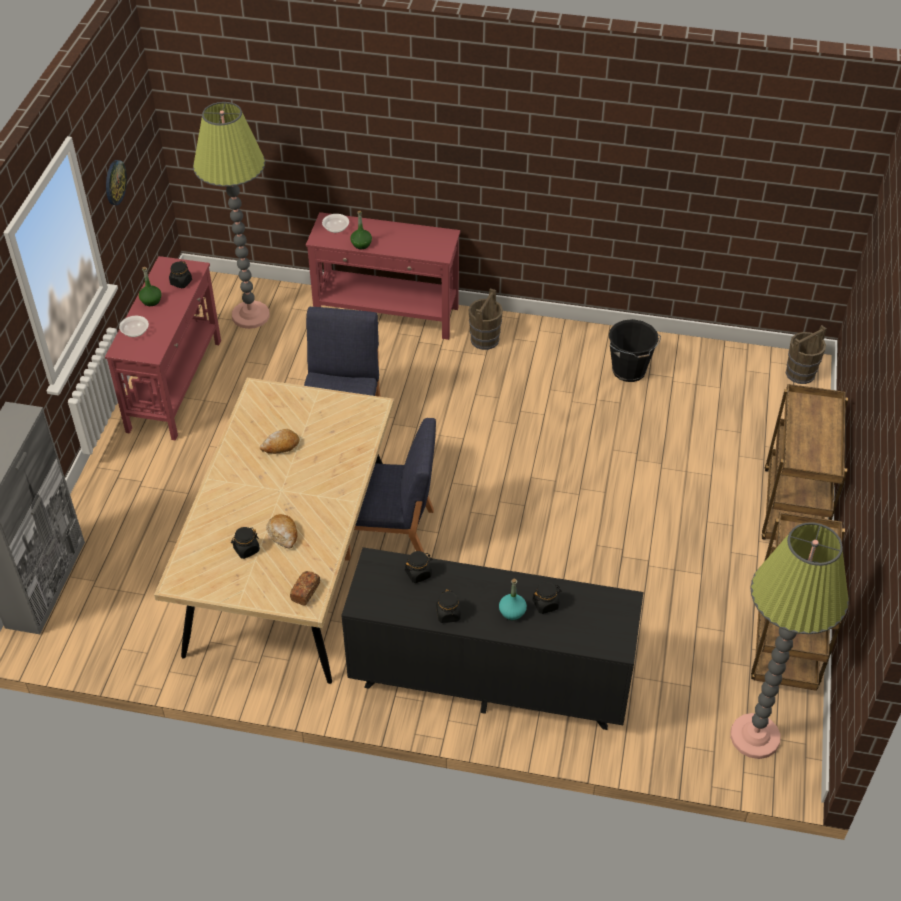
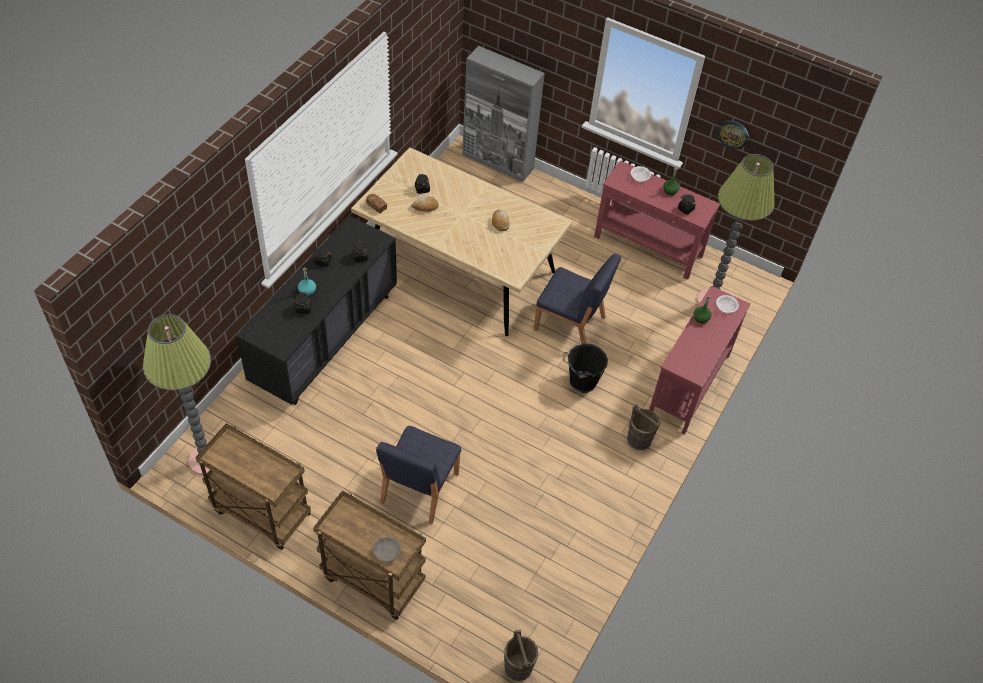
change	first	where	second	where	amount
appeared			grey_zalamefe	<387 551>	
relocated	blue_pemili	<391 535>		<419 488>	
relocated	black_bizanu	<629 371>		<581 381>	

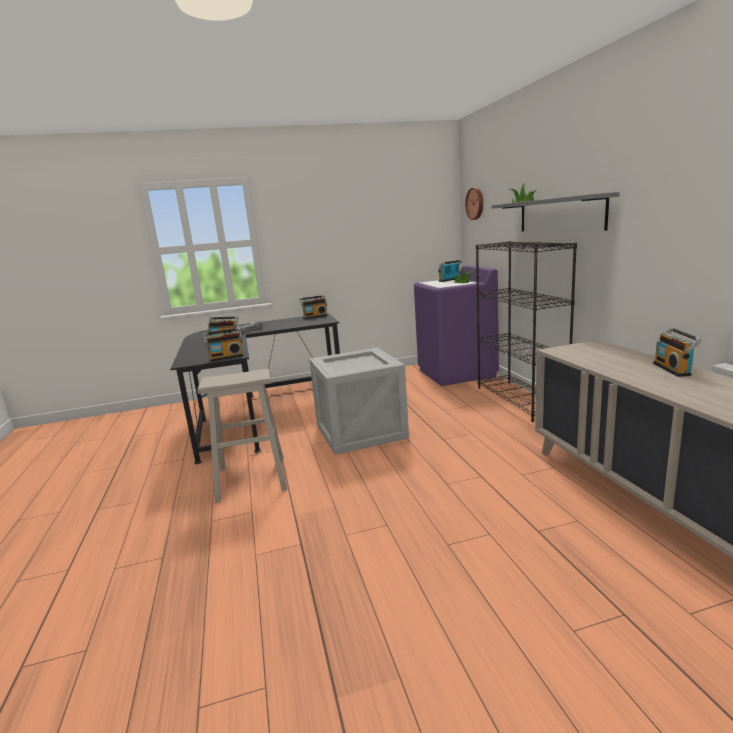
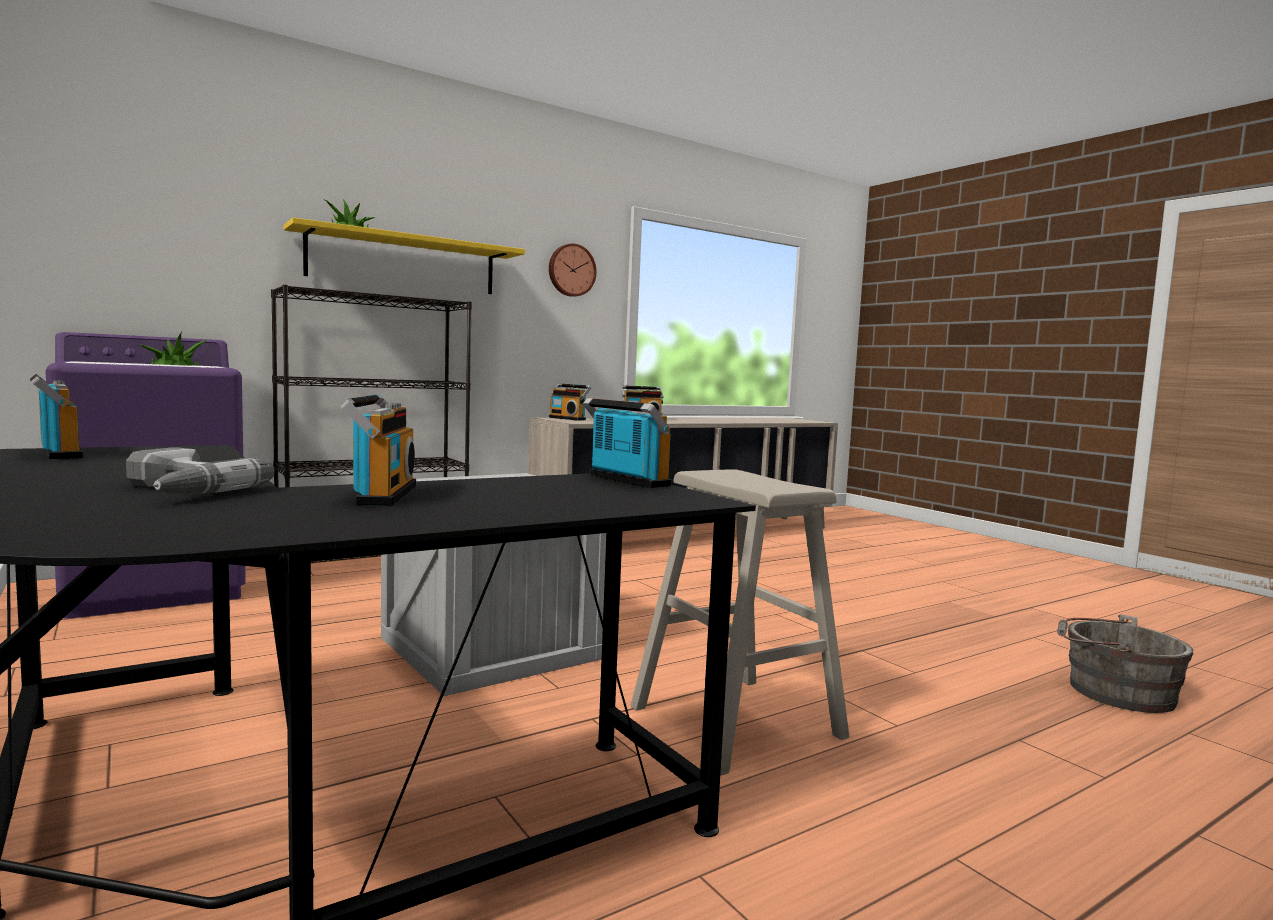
change	first	where	second	where	amount
colour	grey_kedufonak	<560 214>	yellow_kedufonak	<403 263>	
relocated	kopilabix	<475 203>		<571 270>	
relocated	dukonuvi	<450 280>		<568 418>	
appeared			grey_bizanu	<1114 691>	

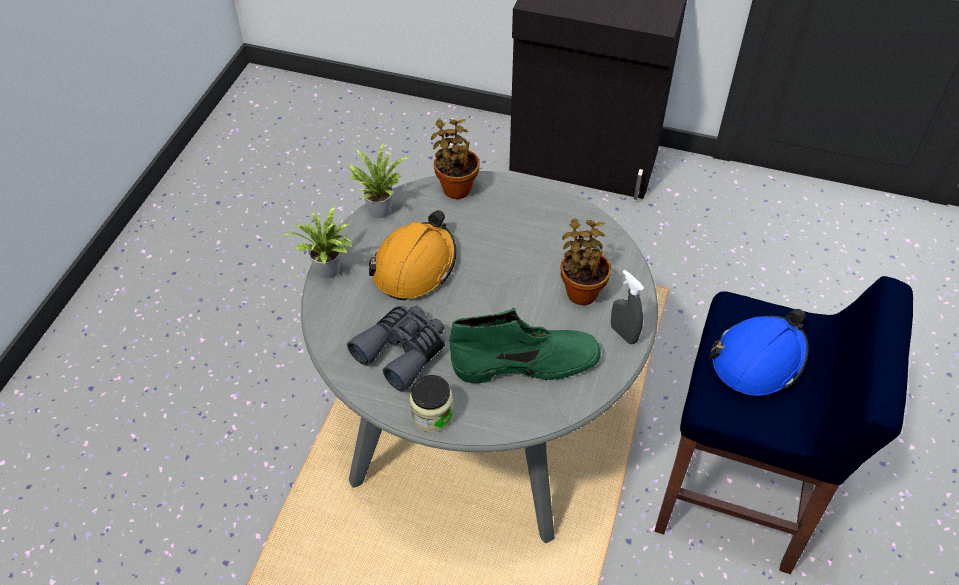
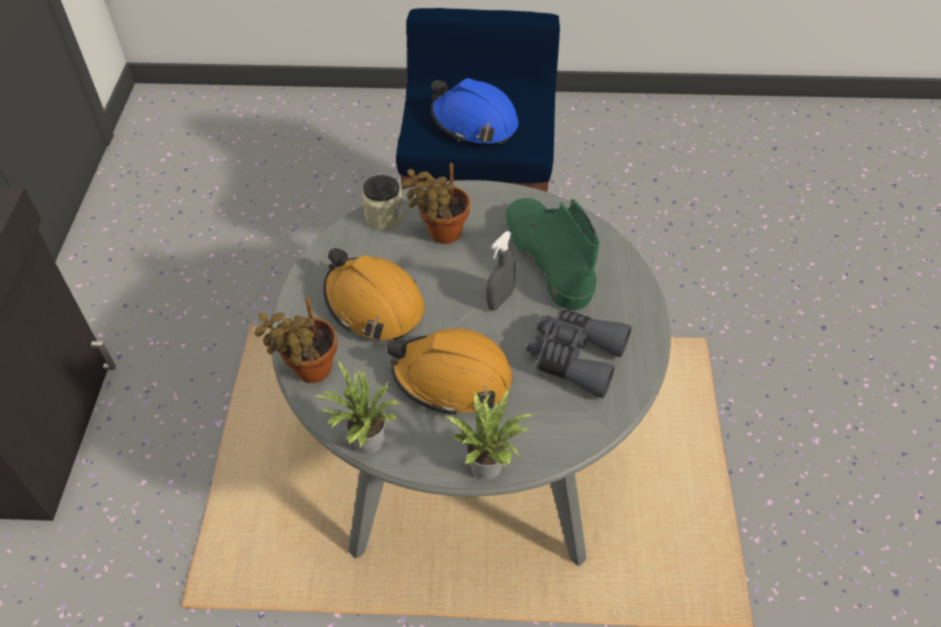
change	first	where	second	where	amount
appeared			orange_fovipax	<374 304>	
relocated	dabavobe	<432 415>		<384 216>	
relocated	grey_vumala	<623 334>		<500 300>	

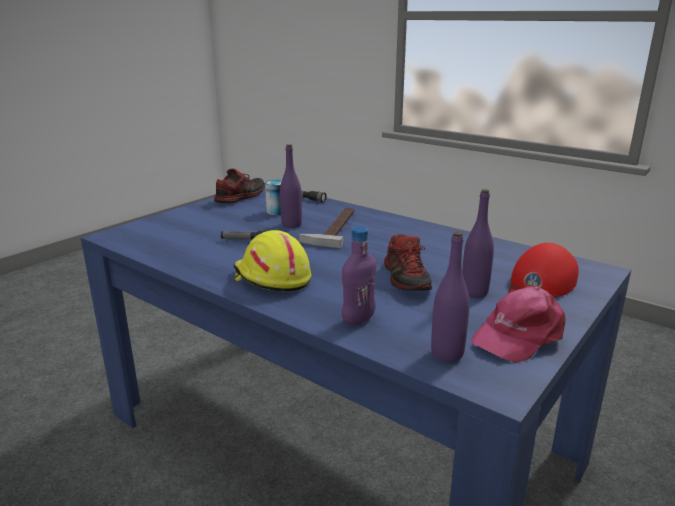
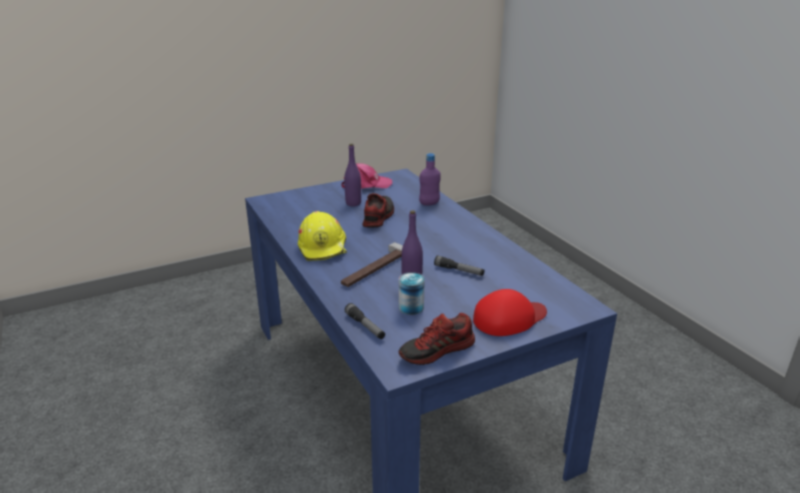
change	first	where	second	where	amount
relocated	yellow_fovipax	<271 278>		<323 247>	
relocated	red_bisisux	<540 284>		<509 318>	
missing	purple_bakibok	<447 354>			

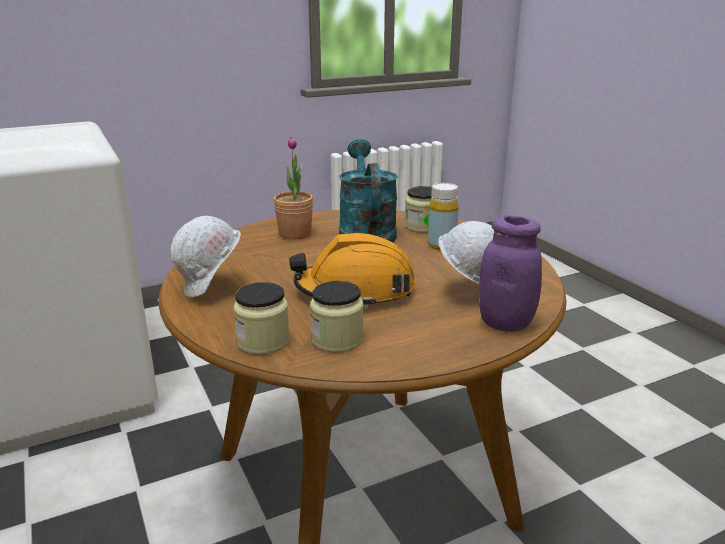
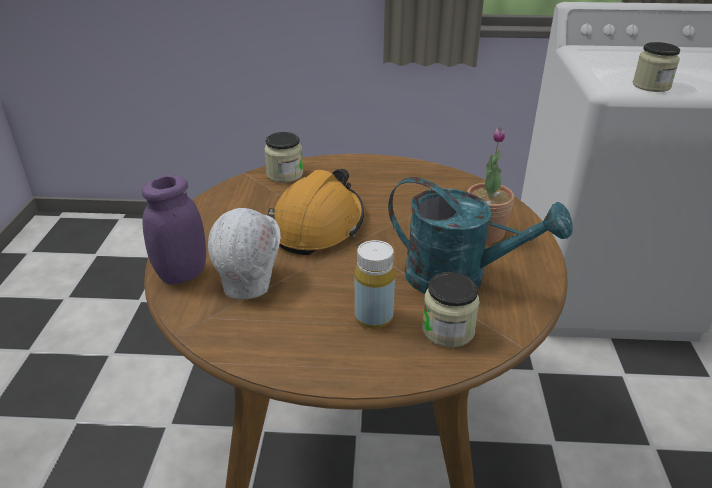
change	first	where	second	where	amount
relocated	dabavobe	<337 340>		<651 86>	
missing	white_fovipax	<212 289>			

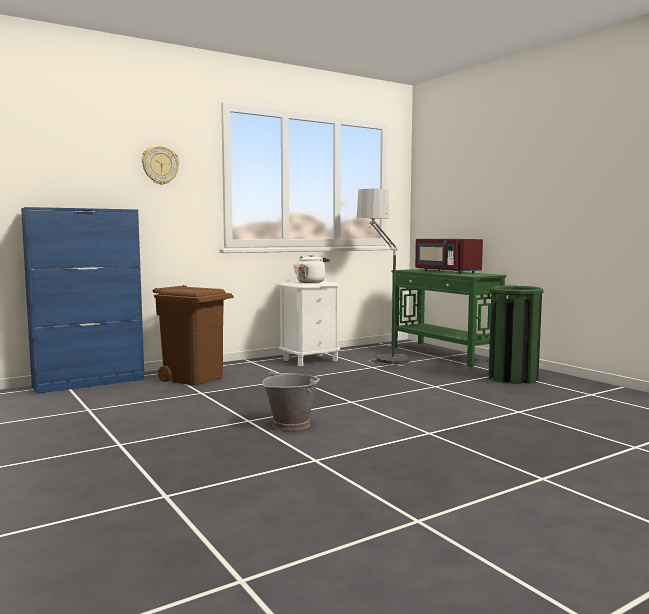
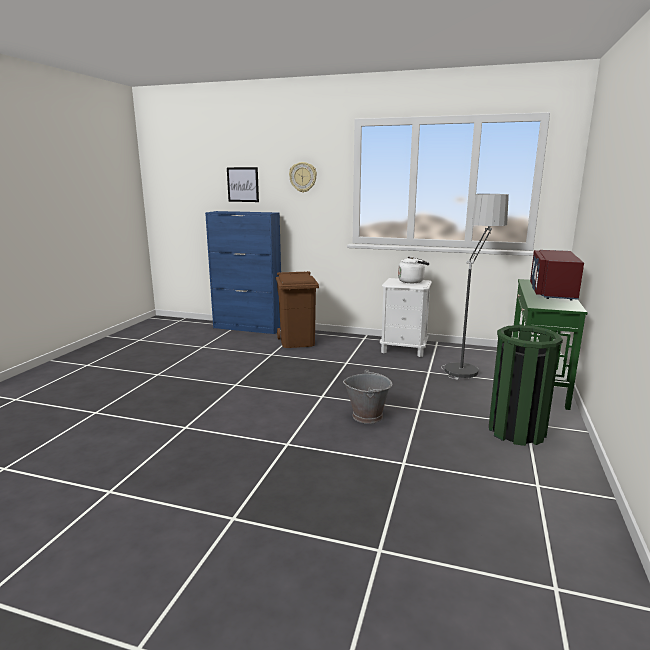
change	first	where	second	where	amount
appeared			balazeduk	<243 184>	
relocated	grey_bizanu	<291 424>		<367 416>	

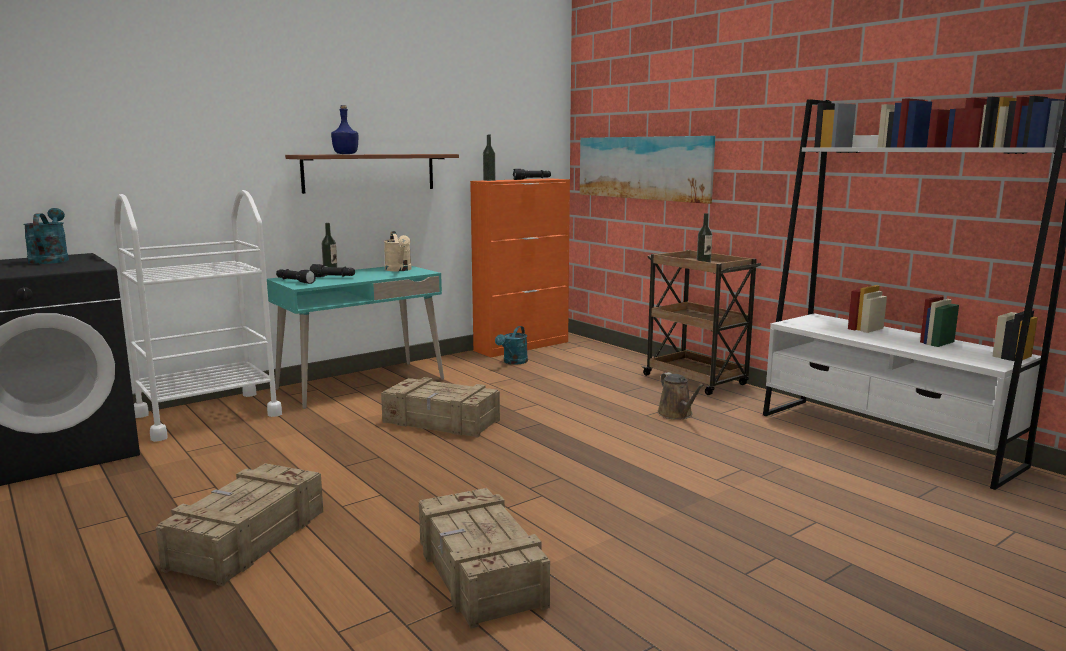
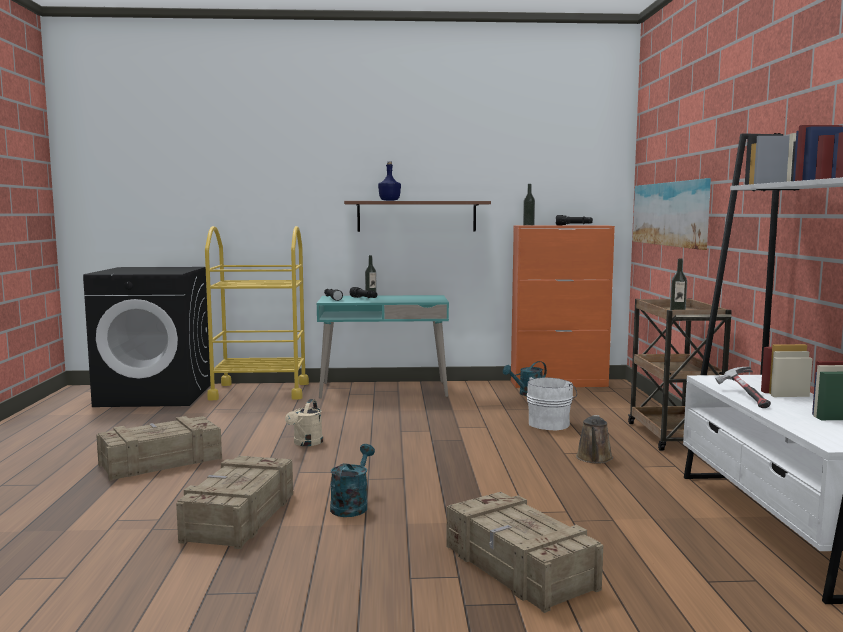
change	first	where	second	where	amount
colour	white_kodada	<208 415>	yellow_kodada	<260 391>	
relocated	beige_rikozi	<399 270>		<306 443>	
relocated	turquoise_rikozi	<50 260>		<351 505>	
relocated	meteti	<441 422>		<519 568>	
appeared			white_bizanu	<550 423>	
appeared			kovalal	<744 397>	

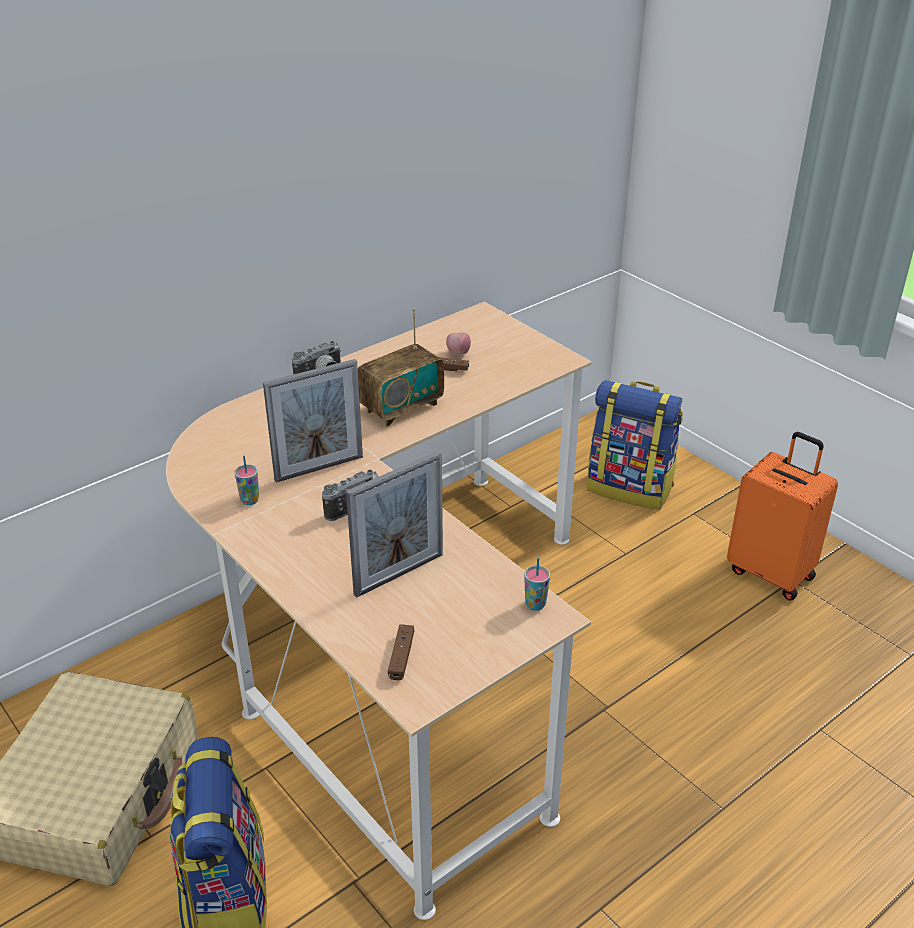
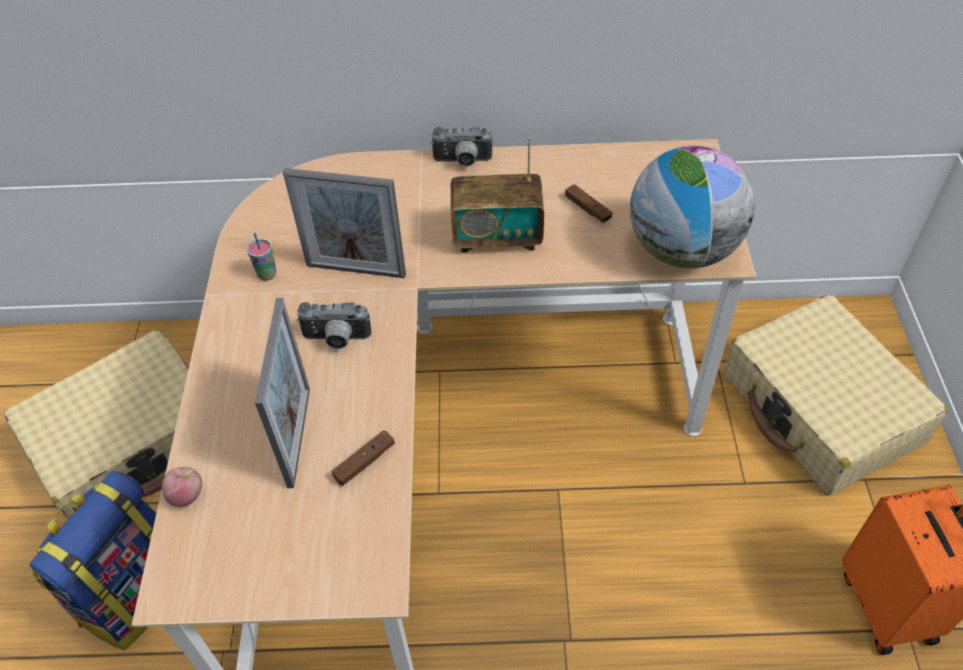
change	first	where	second	where	amount
relocated	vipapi	<458 353>		<187 495>	
spun	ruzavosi	<399 574>		<299 436>	90 degrees counterclockwise
relocated	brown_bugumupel	<401 657>		<364 462>	
appeared			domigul	<682 250>	
exchanged	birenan	<630 488>	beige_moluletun	<821 409>	
missing	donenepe	<535 604>			

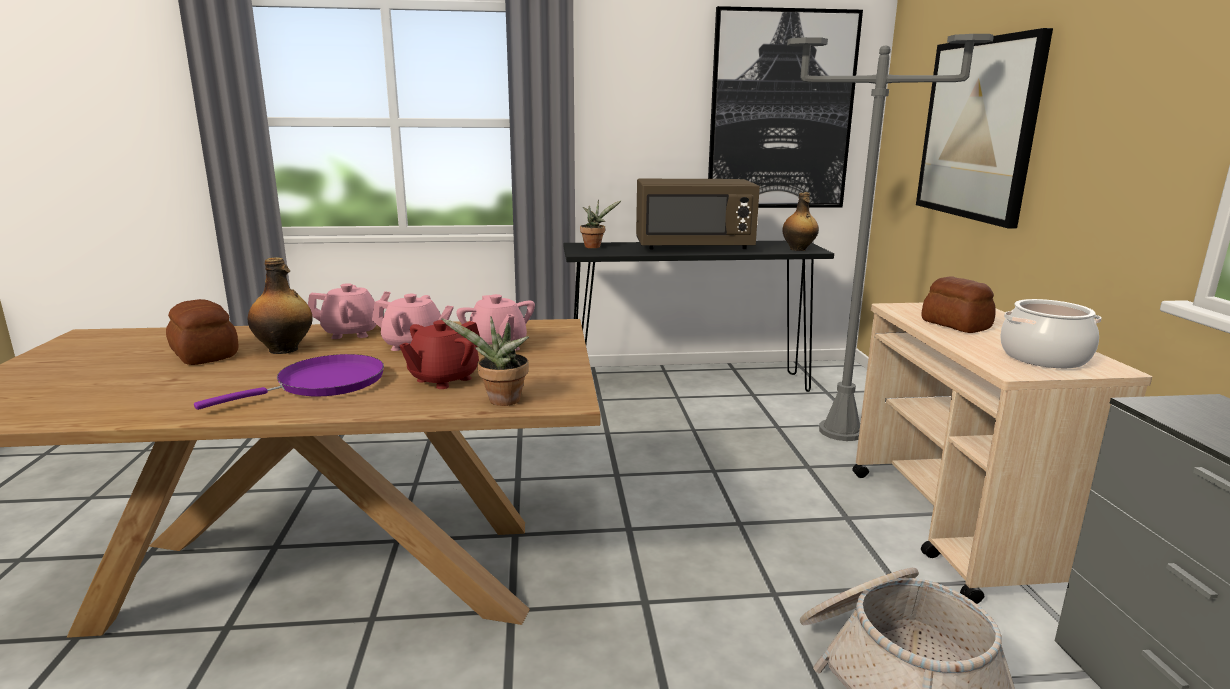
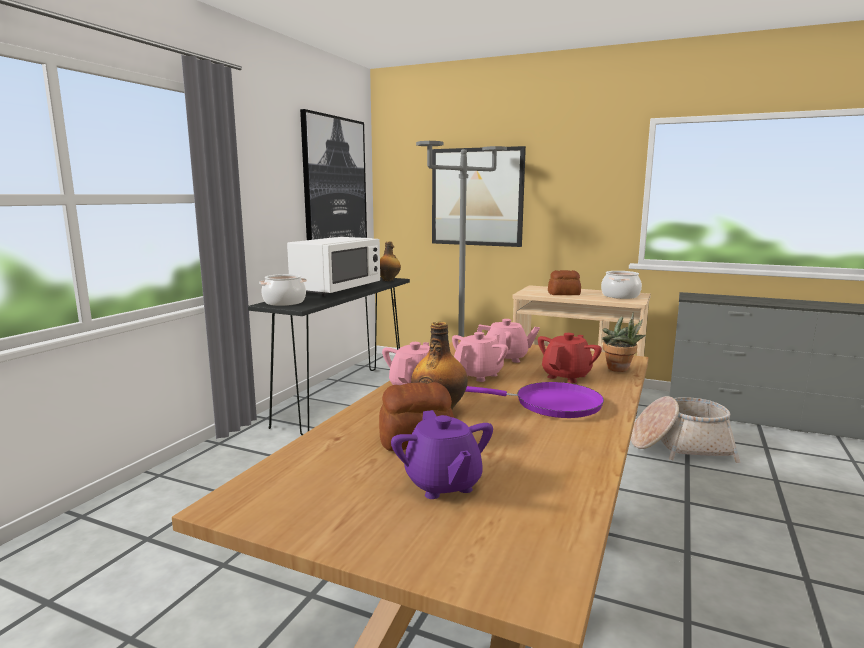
change	first	where	second	where	amount
exchanged	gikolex	<594 246>	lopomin	<284 302>	
colour	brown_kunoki	<694 246>	white_kunoki	<337 290>	
appeared			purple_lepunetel	<442 484>	
spun	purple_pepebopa	<324 384>		<551 404>	120 degrees clockwise
spun	red_lepunetel	<443 379>		<567 376>	120 degrees counterclockwise

